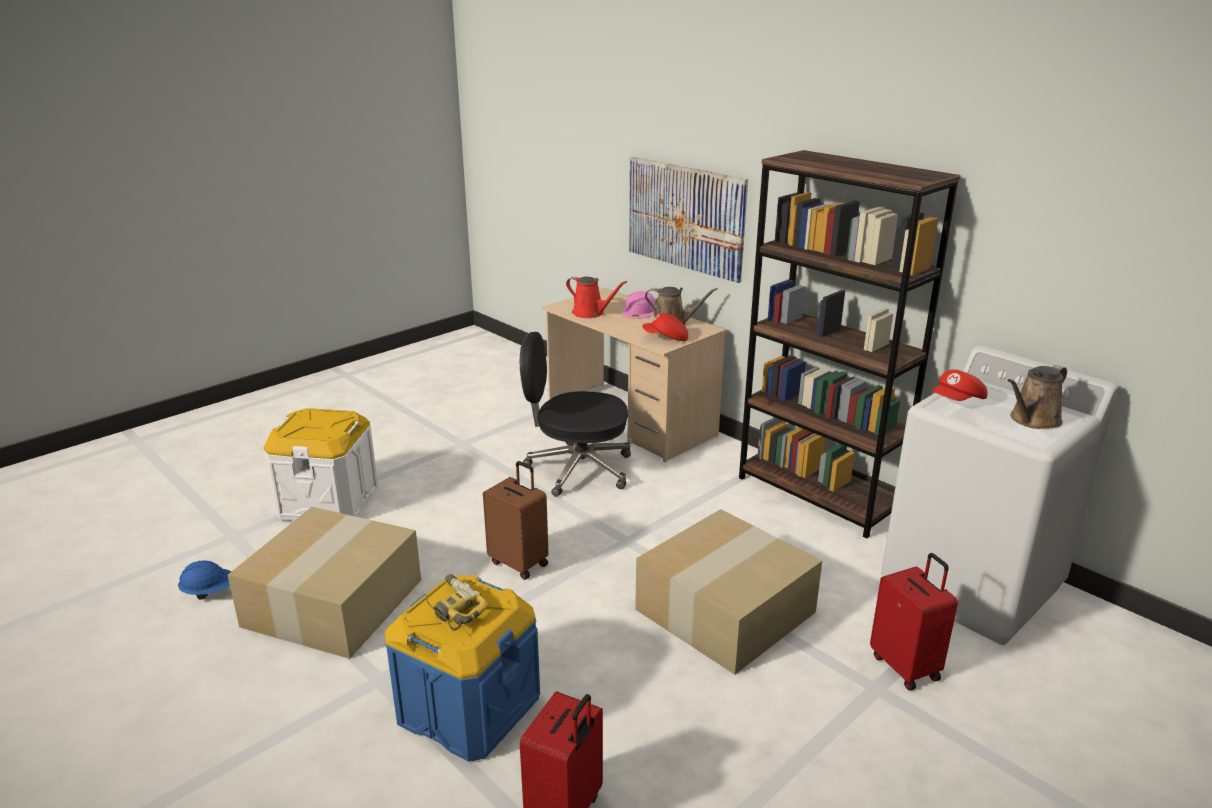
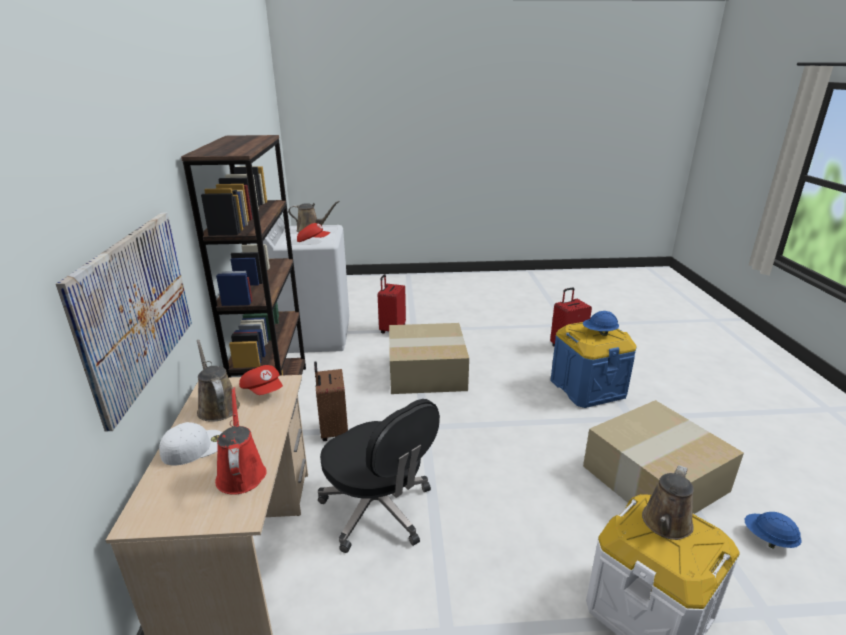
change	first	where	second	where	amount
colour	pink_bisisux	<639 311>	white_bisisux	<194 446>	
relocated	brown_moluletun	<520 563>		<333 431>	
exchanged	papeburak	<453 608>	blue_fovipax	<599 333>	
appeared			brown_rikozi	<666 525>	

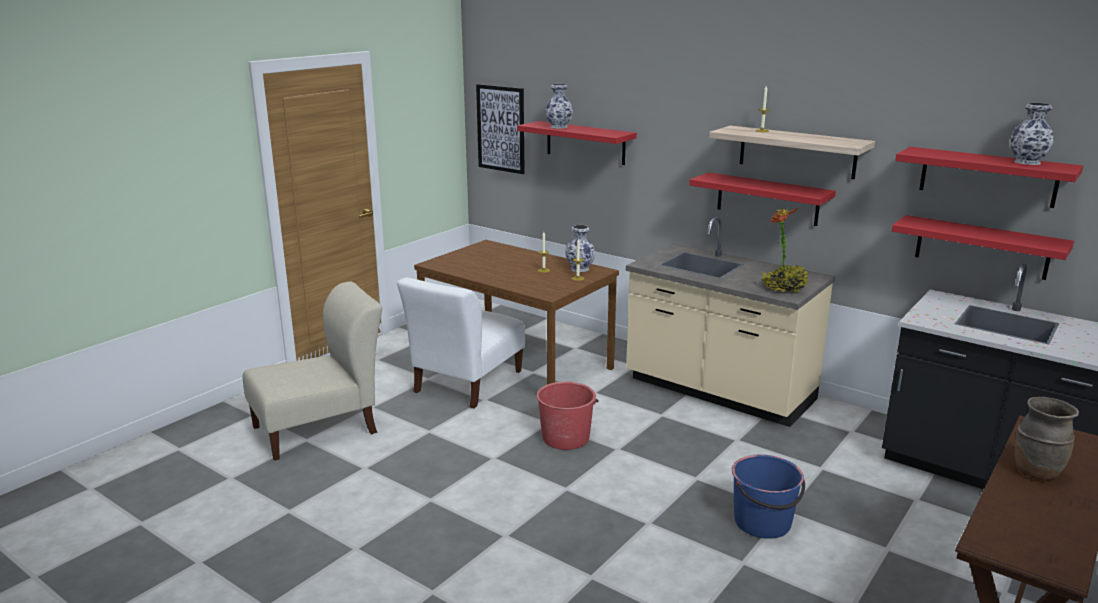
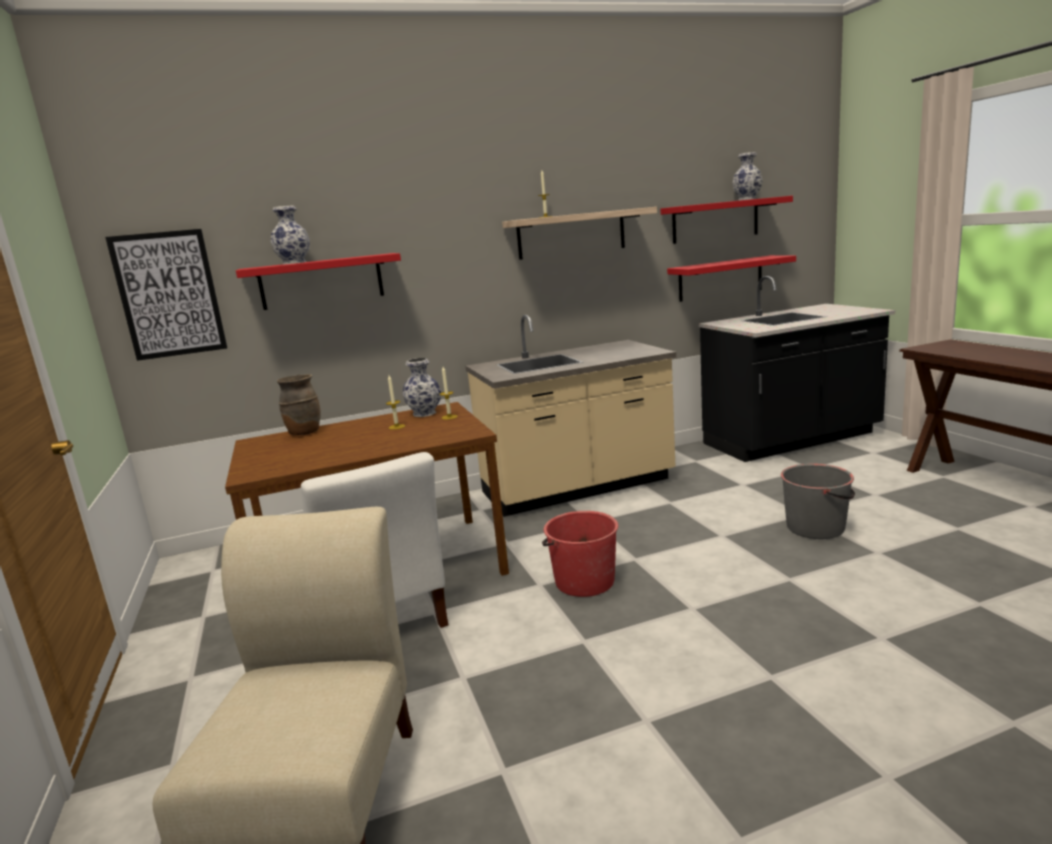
change	first	where	second	where	amount
relocated	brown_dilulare	<1036 472>		<304 433>	
colour	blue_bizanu	<763 523>	grey_bizanu	<816 527>	
missing	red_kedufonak	<767 199>			
missing	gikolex	<784 288>			

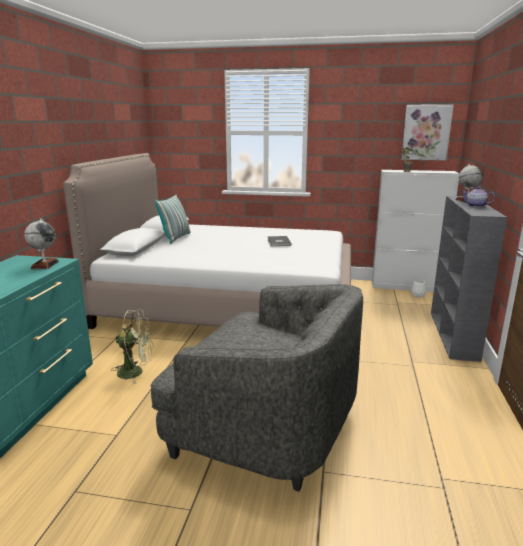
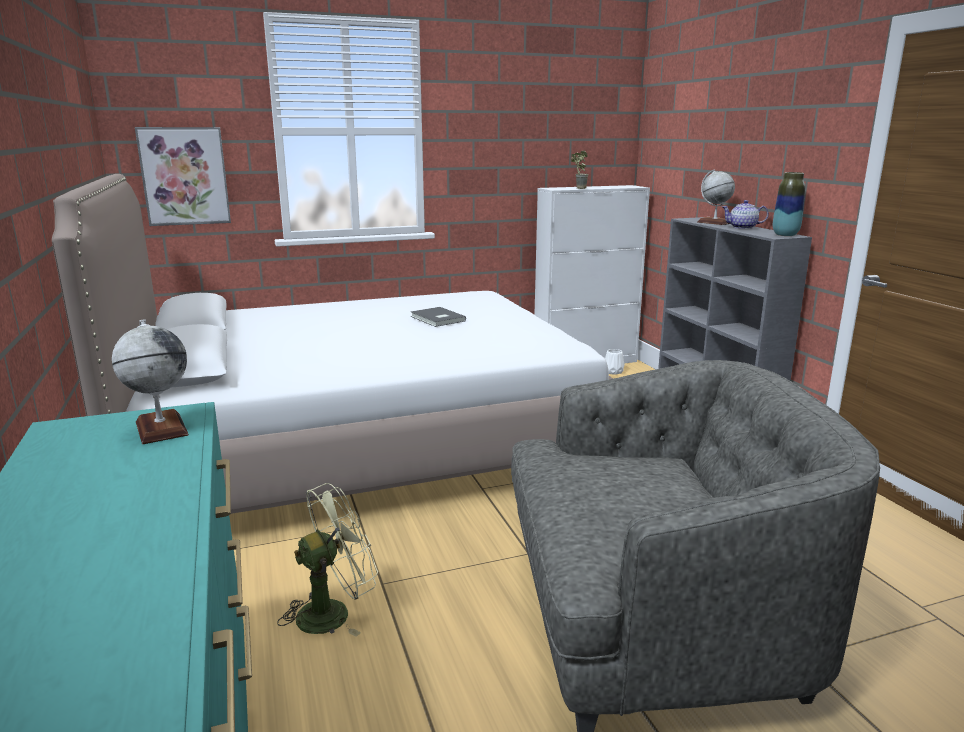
change	first	where	second	where	amount
relocated	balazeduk	<426 132>		<184 176>	
appeared			dilulare	<785 235>	
missing	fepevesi	<175 238>			

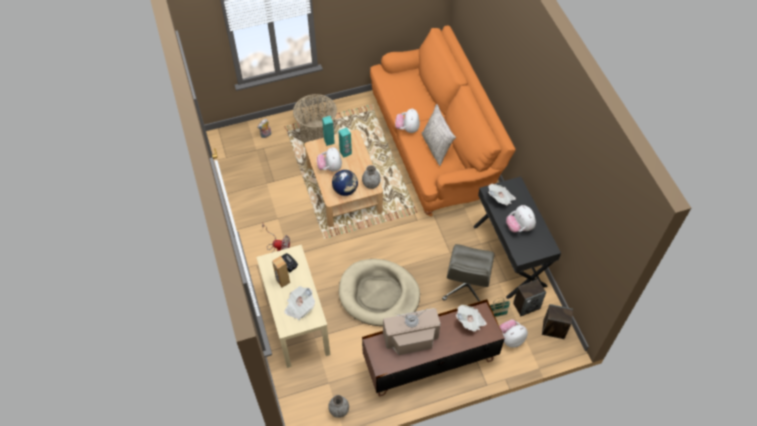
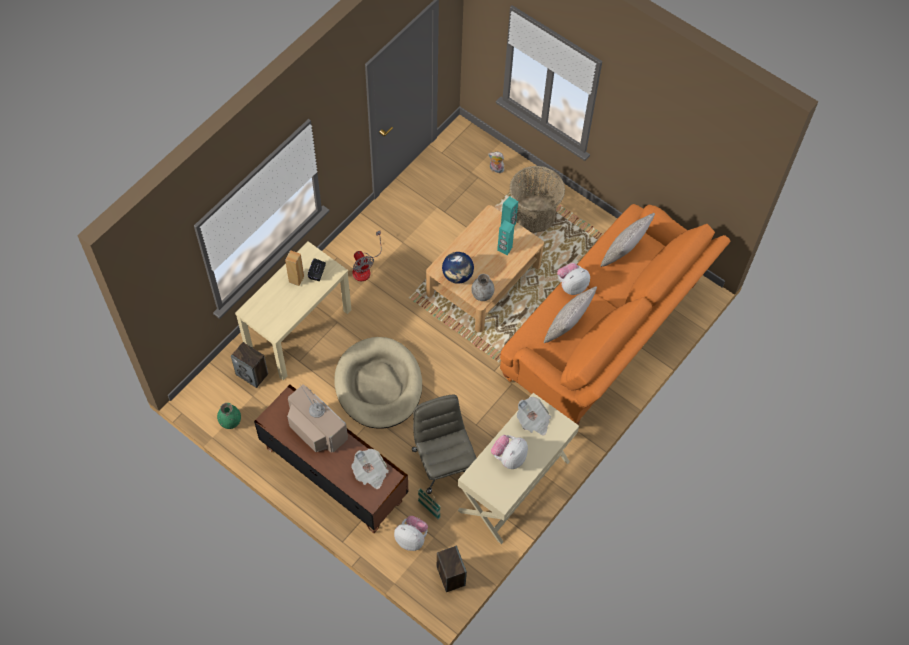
change	first	where	second	where	amount
colour	grey_dilulare	<339 410>	green_dilulare	<230 421>	
relocated	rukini	<526 305>		<252 374>	
spun	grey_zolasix	<466 287>		<443 463>	90 degrees clockwise
colour	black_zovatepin	<510 255>	beige_zovatepin	<514 486>	
appeared			grey_fepevesi	<623 252>	
missing	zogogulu	<299 307>			
missing	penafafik	<330 167>			

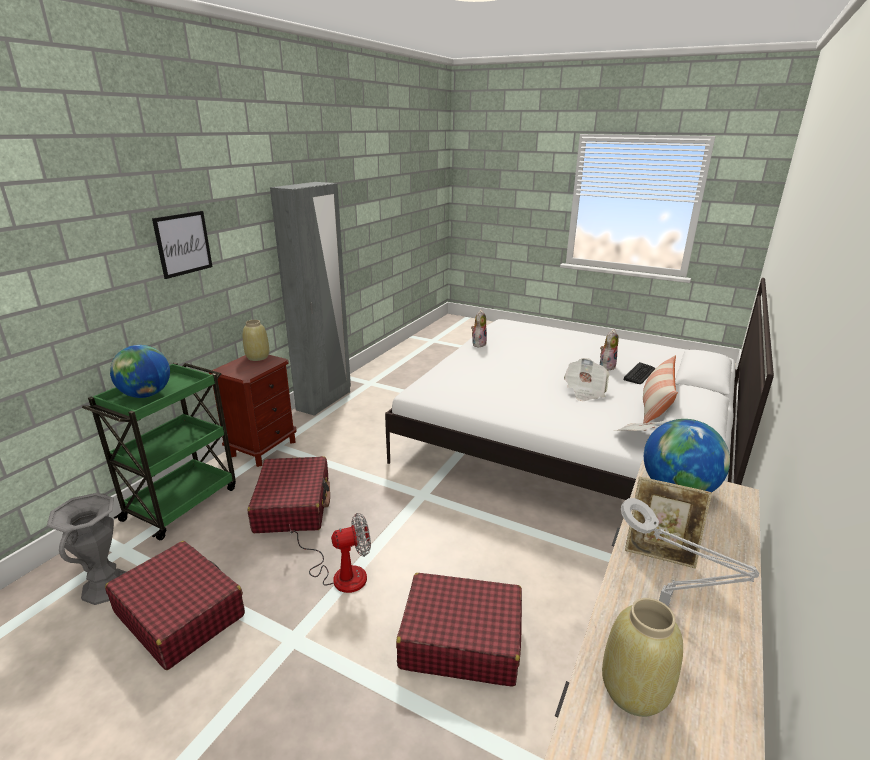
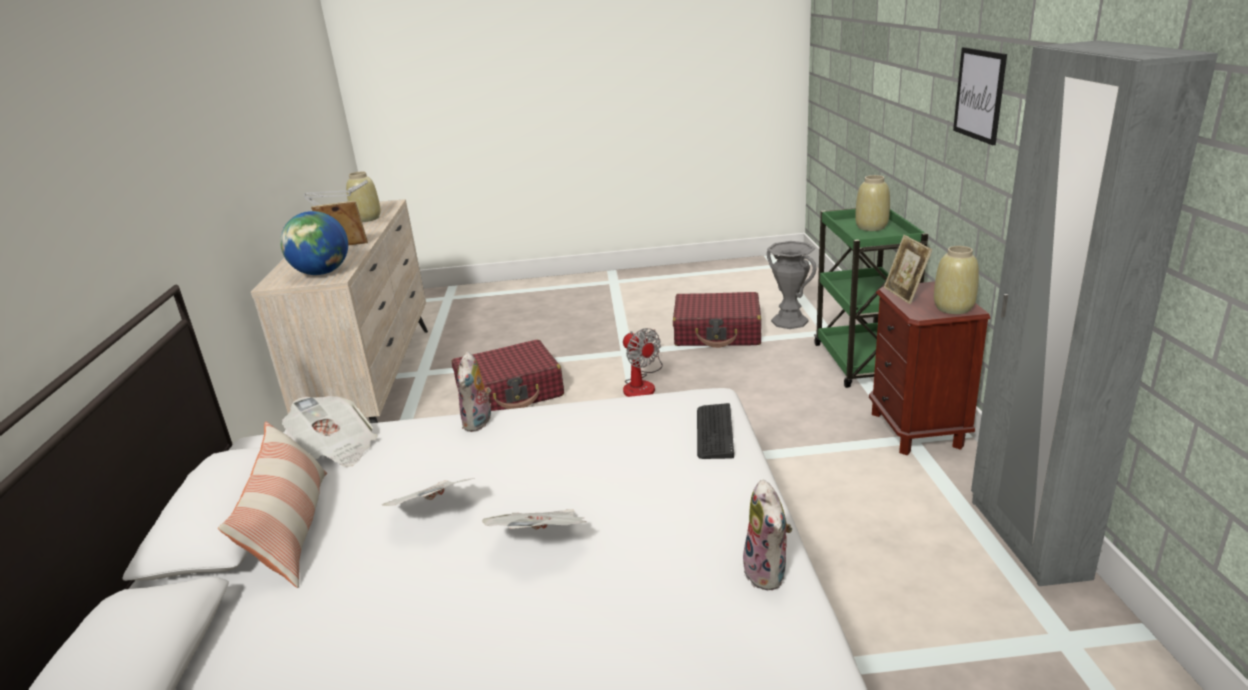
change	first	where	second	where	amount
relocated	penafafik	<606 366>		<479 423>	
appeared			zogogulu	<542 540>	
spun	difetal	<340 574>		<642 384>	75 degrees counterclockwise
relocated	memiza	<639 374>		<714 432>	
exchanged	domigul	<146 395>	beige_dilulare	<871 227>	
appeared			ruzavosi	<904 294>	
missing	red_moluletun	<293 505>			

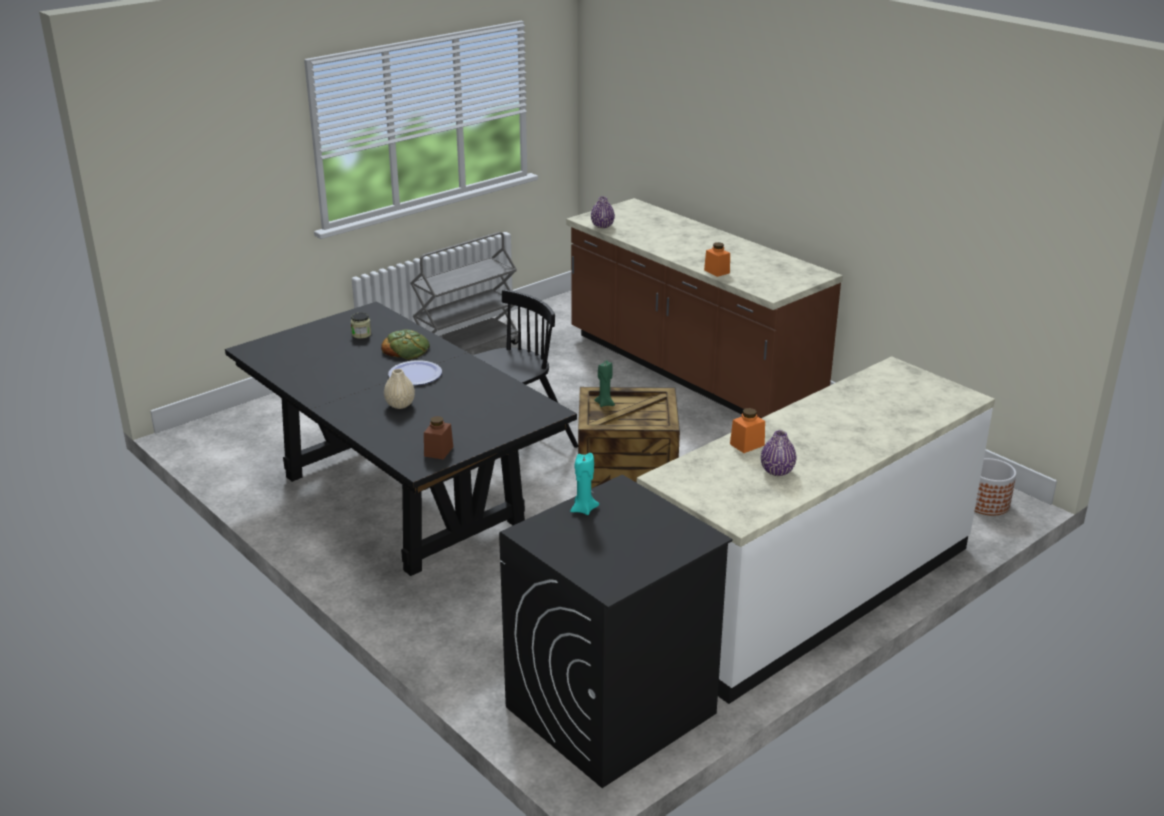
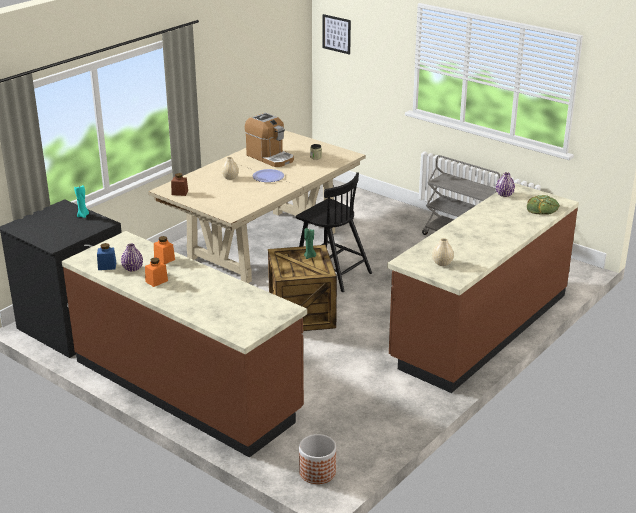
change	first	where	second	where	amount
colour	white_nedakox	<809 591>	brown_nedakox	<187 387>	
appeared			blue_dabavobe	<107 266>	
relocated	orange_dabavobe	<717 271>		<156 281>	
colour	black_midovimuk	<400 498>	beige_midovimuk	<263 245>	
appeared			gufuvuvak	<270 157>	
appeared			balazeduk	<336 34>	
appeared			beige_dilulare	<442 263>	
relocated	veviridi	<406 349>		<542 208>	

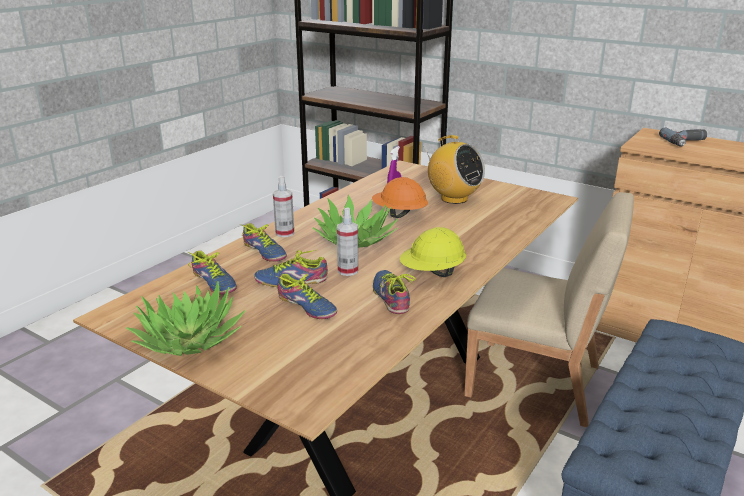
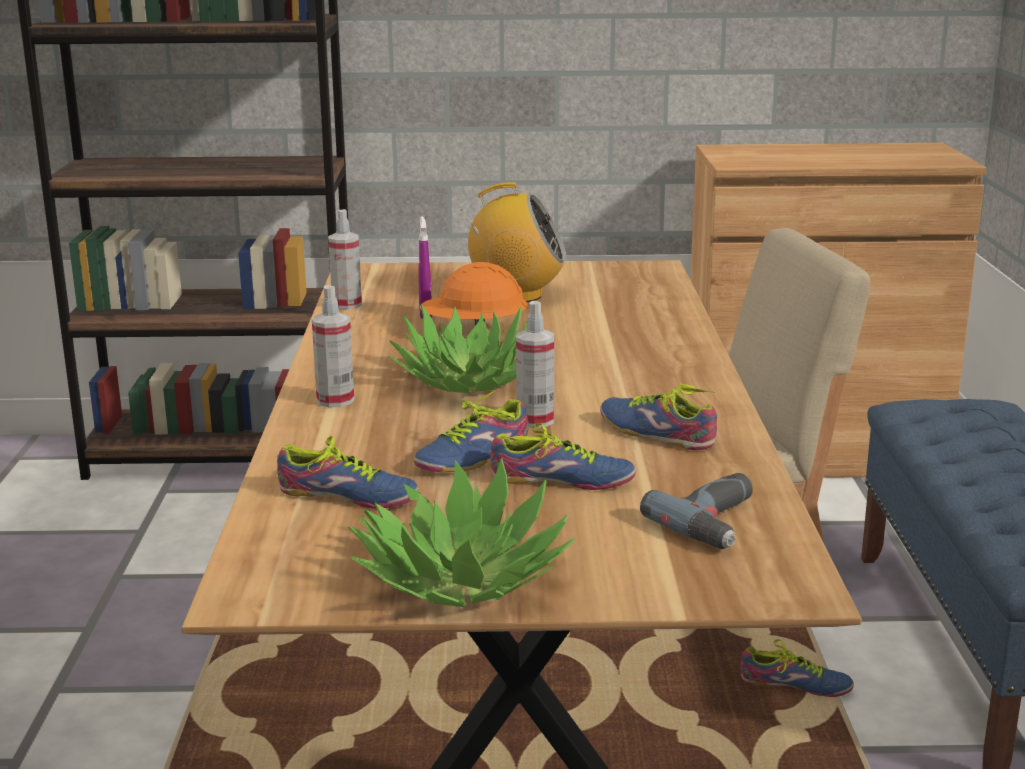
change	first	where	second	where	amount
appeared			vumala	<347 305>	
relocated	papeburak	<687 142>		<718 523>	
relocated	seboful	<263 252>		<795 687>	
missing	yellow_fovipax	<432 273>			

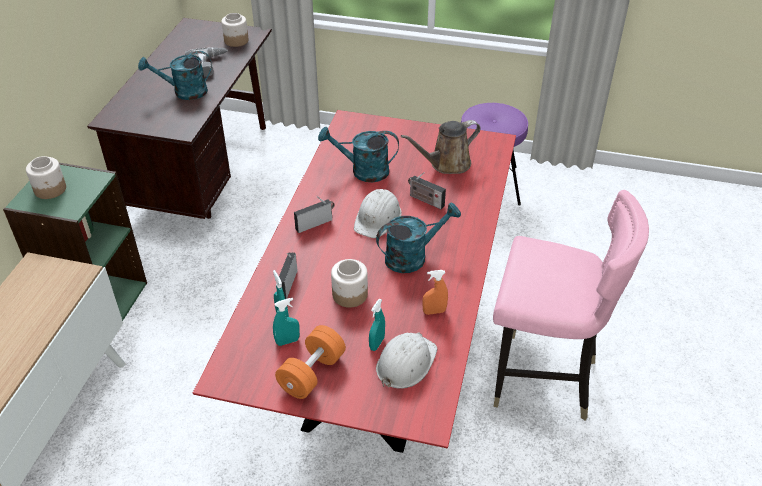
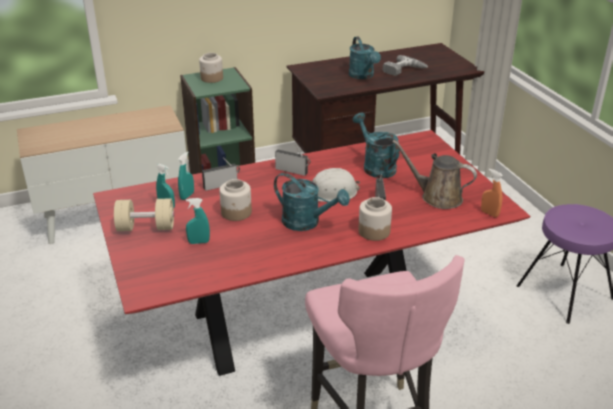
change	first	where	second	where	amount
colour	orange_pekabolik	<312 373>	beige_pekabolik	<146 227>	
spun	turquoise_rikozi	<184 92>		<363 76>	150 degrees counterclockwise
relocated	dabavobe	<236 40>		<374 231>	
relocated	orange_vumala	<434 311>		<489 213>	
missing	white_fovipax	<405 363>			

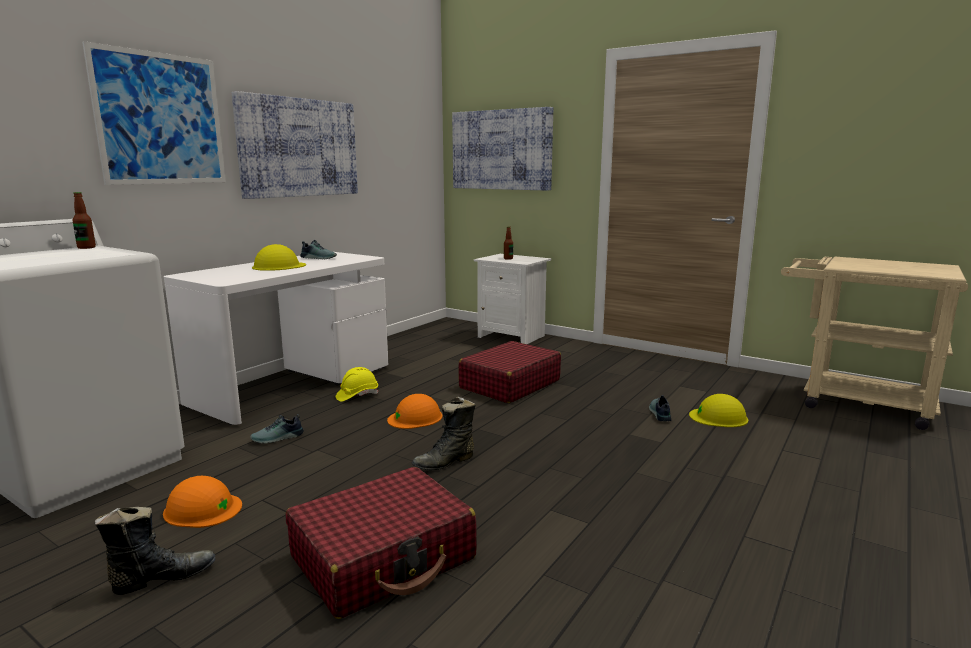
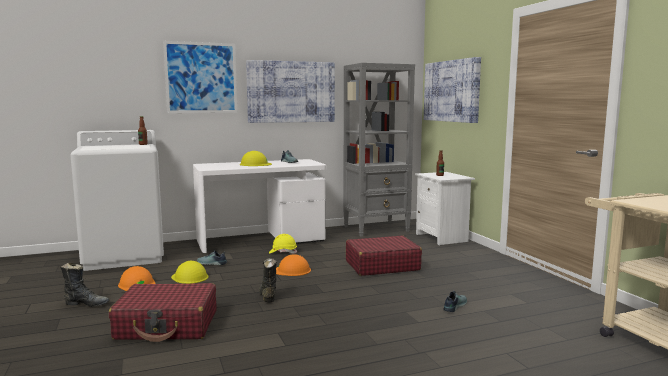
change	first	where	second	where	amount
relocated	yellow_fovipax	<718 417>		<190 277>	
spun	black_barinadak	<445 462>		<267 295>	75 degrees clockwise
appeared			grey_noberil	<377 229>	

